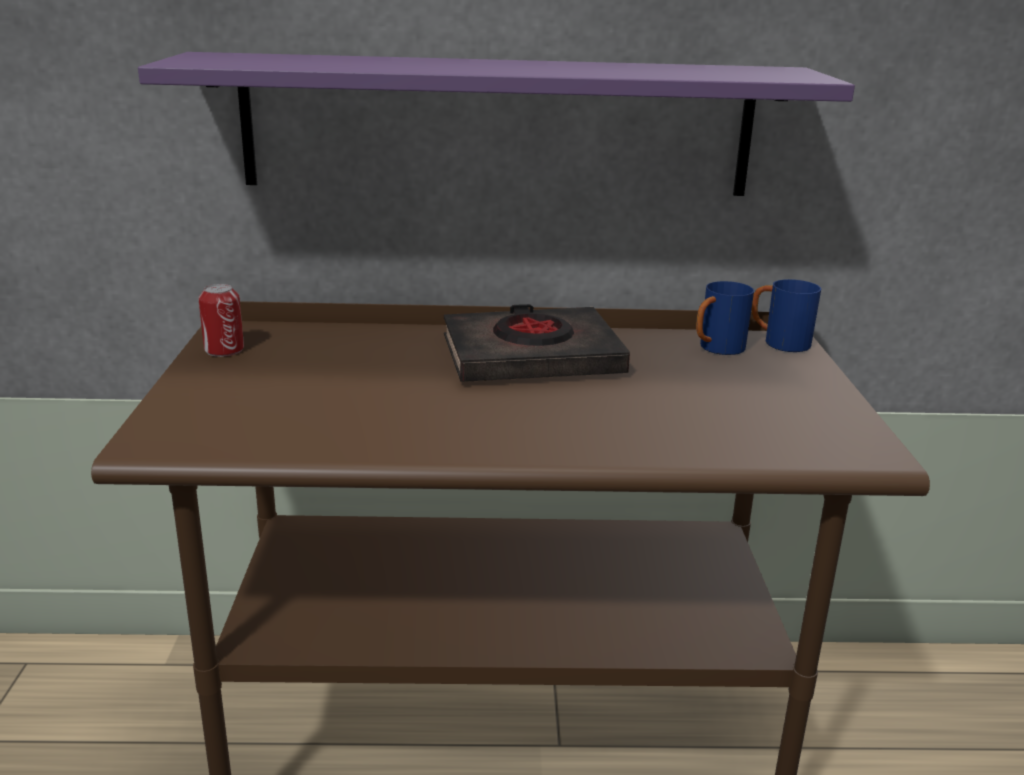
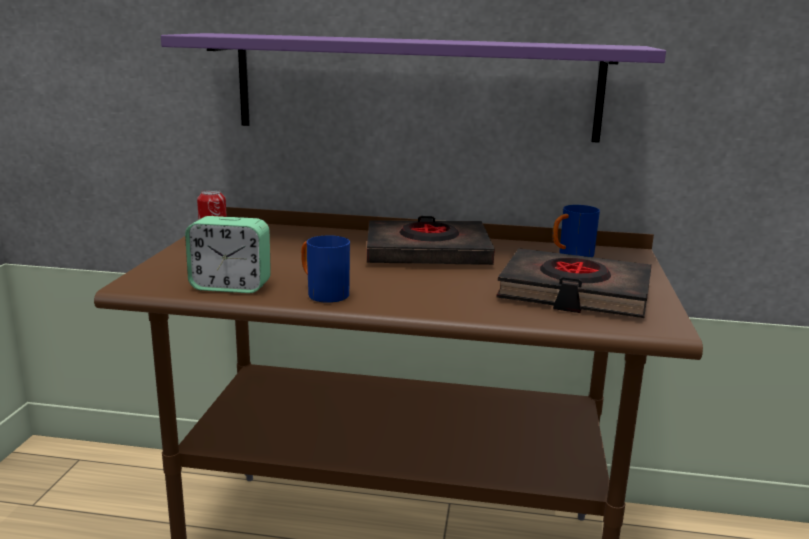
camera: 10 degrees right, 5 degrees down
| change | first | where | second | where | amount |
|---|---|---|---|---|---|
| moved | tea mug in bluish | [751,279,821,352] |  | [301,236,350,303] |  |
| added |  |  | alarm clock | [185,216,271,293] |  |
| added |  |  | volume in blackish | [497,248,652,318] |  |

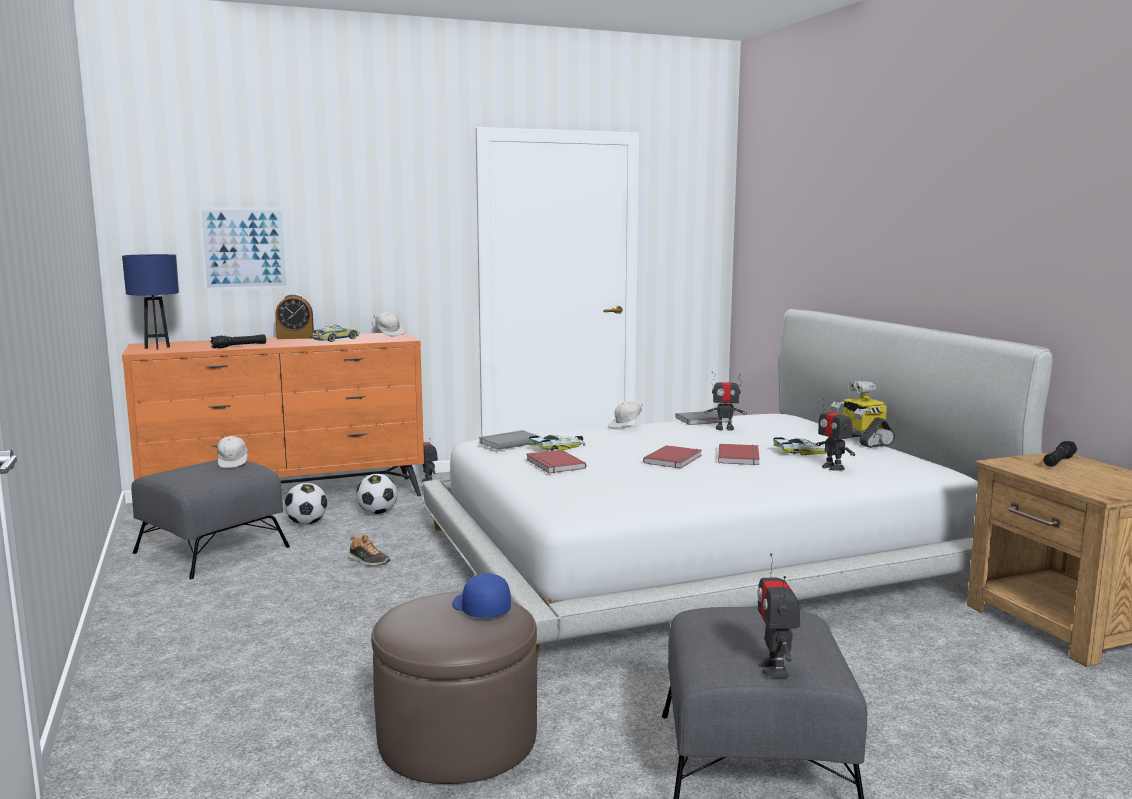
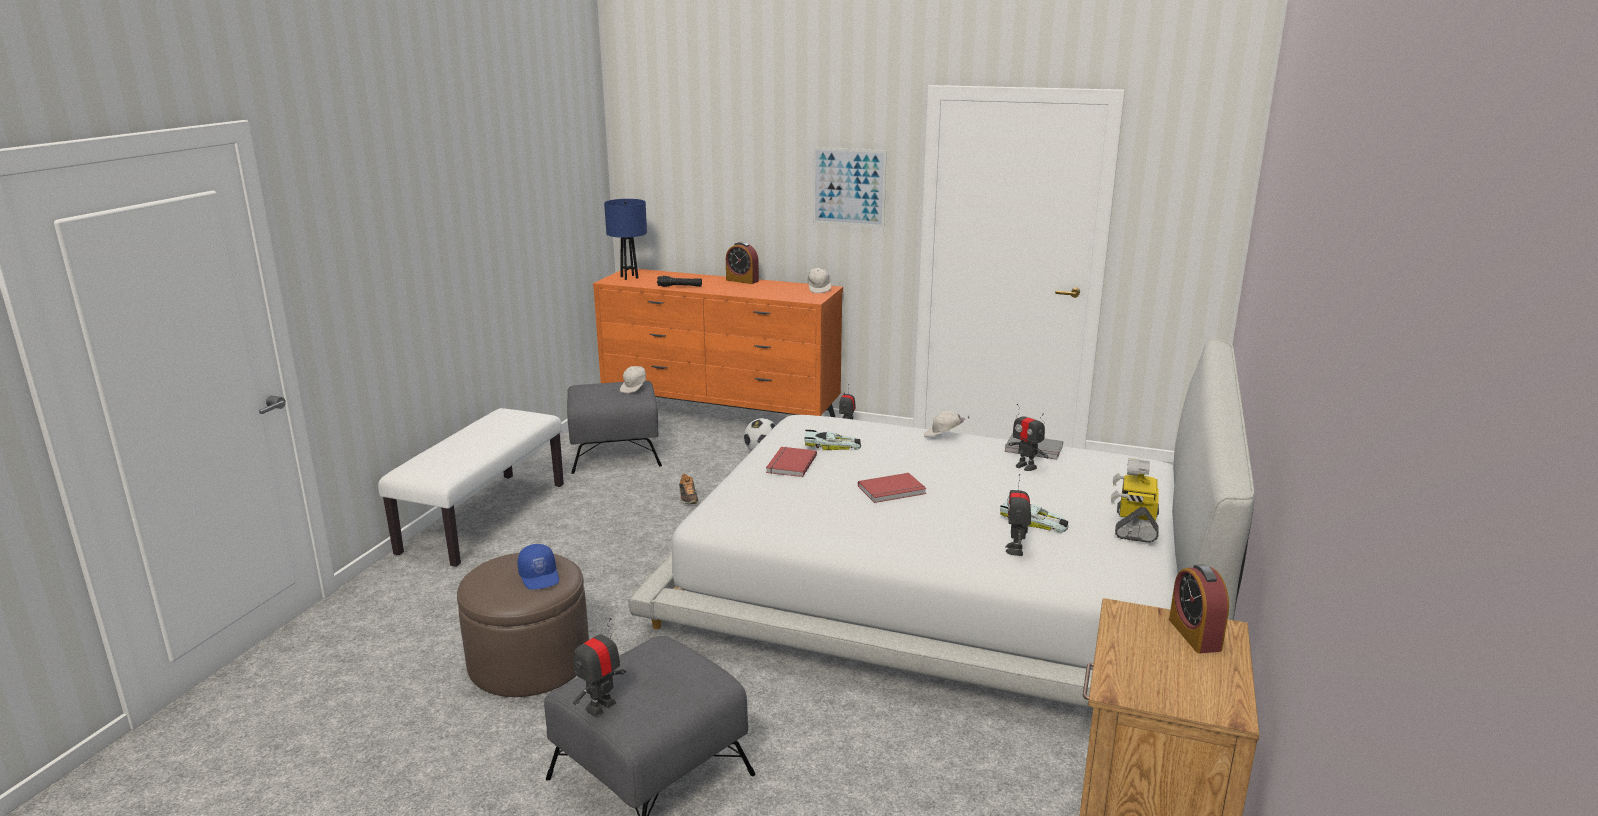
camera: 40 degrees right, 10 degrees up
| change | first | where | second | where | amount |
|---|---|---|---|---|---|
| moved | wall picture | [198,207,289,290] |  | [813,147,887,227] |  |
| removed | miniature car | [311,325,360,342] |  |  |  |
| removed | volume in gray | [479,430,541,450] |  |  |  |
| replaced | hand torch in blackish | [1043,441,1077,467] | alarm clock | [1169,564,1229,653] |  |
| removed | volume in red | [718,444,760,465] |  |  |  |
| removed | football ball | [284,483,327,524] |  |  |  |
| turned | cap in bluish | [452,573,511,618] |  | [517,544,559,590] | 150 degrees clockwise |
| added |  |  | long seat in whitish | [378,408,564,567] |  |

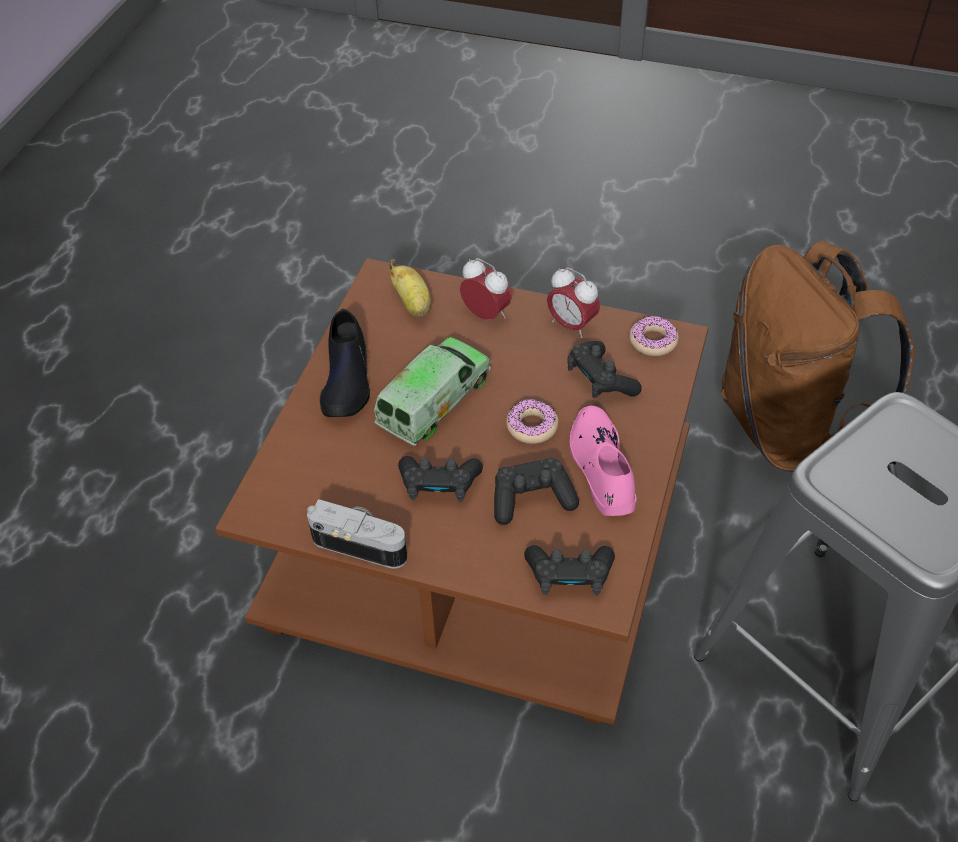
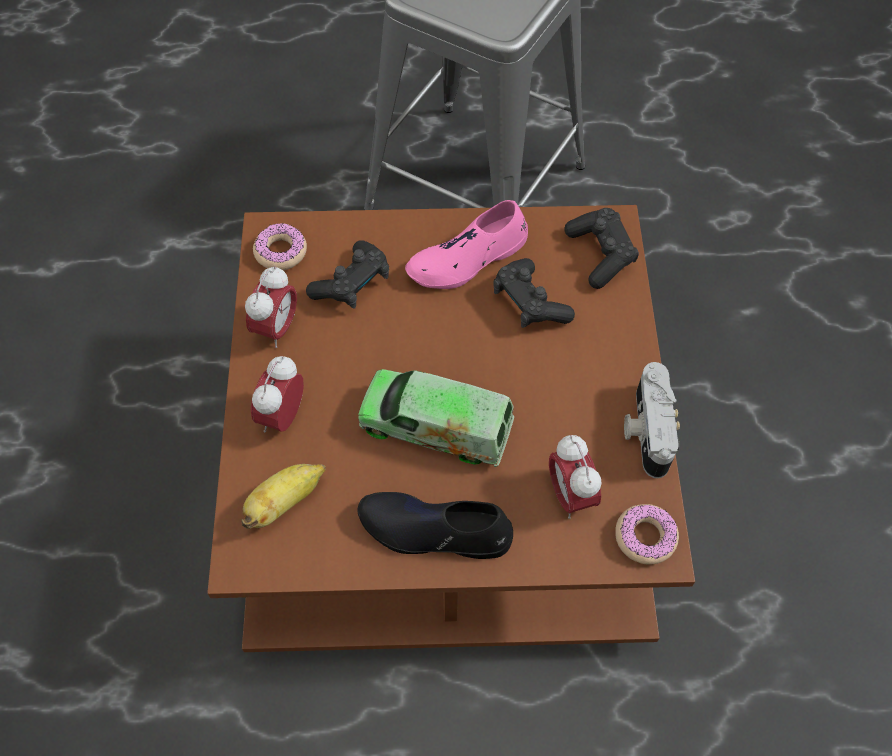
camera: 110 degrees left, 10 degrees up
| change | first | where | second | where | amount |
|---|---|---|---|---|---|
| removed | backpack in brown | [721,241,914,472] |  |  |  |
| turned | item of footwear in blackish | [320,309,370,417] |  | [358,492,513,559] | 150 degrees counterclockwise |
| moved | doughnut | [506,399,559,444] |  | [615,504,679,565] |  |
| removed | gamepad in blackish | [398,456,483,502] |  |  |  |
| added |  |  | alarm clock | [549,435,602,519] |  |

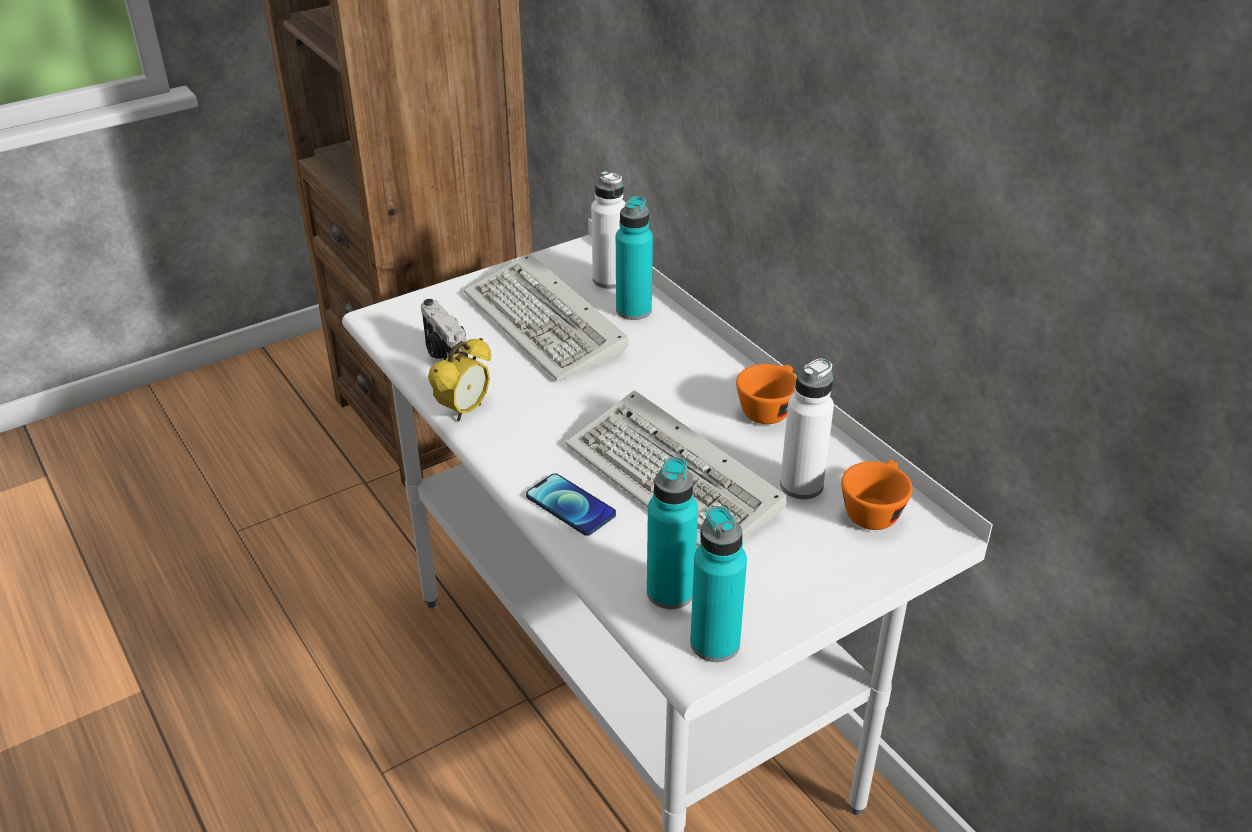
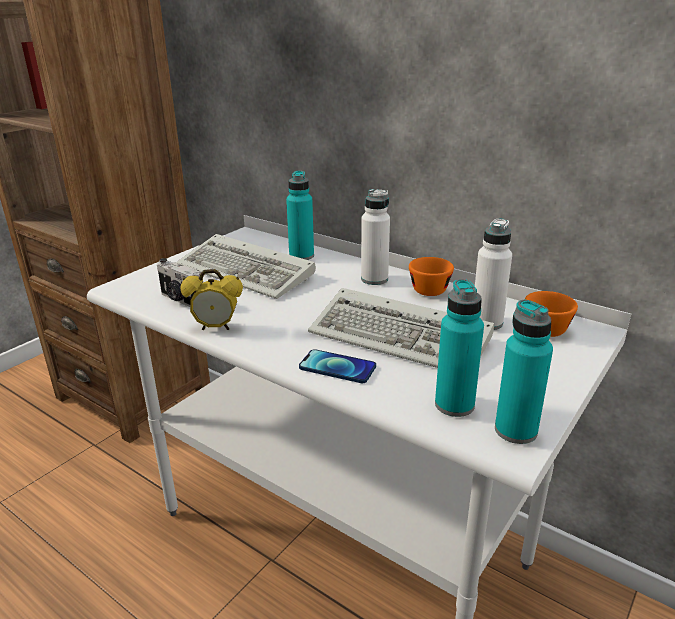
camera: 20 degrees left, 10 degrees down
| change | first | where | second | where | amount |
|---|---|---|---|---|---|
| moved | drink bottle in whitish | [591,171,626,289] |  | [361,189,390,285] |  |
| turned | alarm clock | [428,338,491,421] |  | [180,269,243,330] | 75 degrees clockwise |

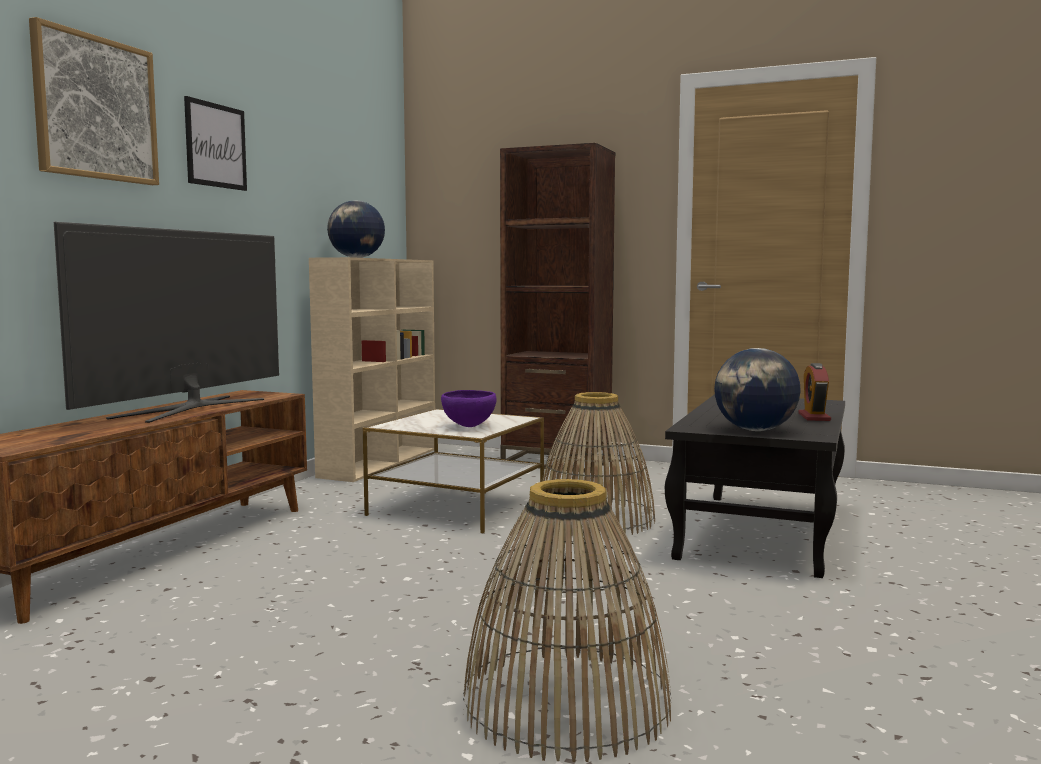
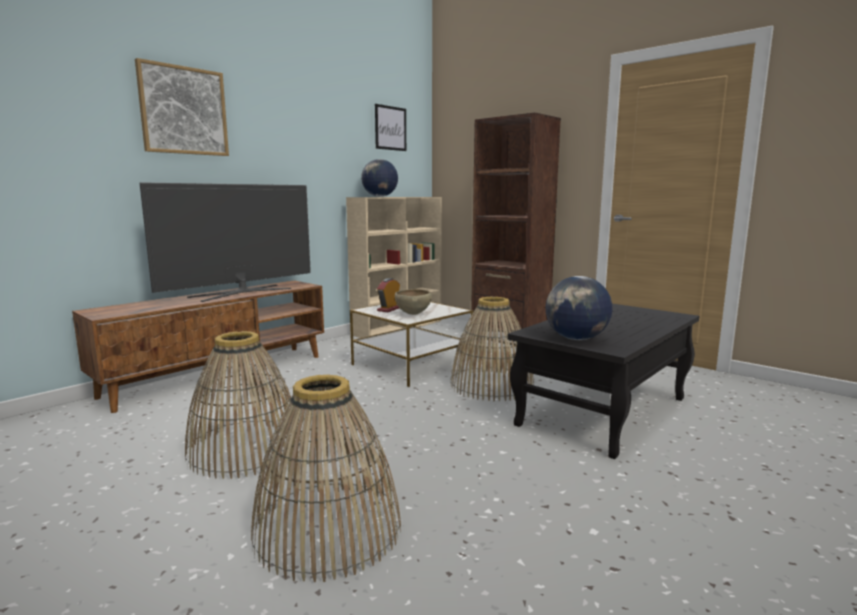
camera: 20 degrees right, 5 degrees up
| change | first | where | second | where | amount |
|---|---|---|---|---|---|
| moved | wall picture | [184,96,247,191] |  | [375,104,406,151] |  |
| moved | alarm clock | [798,363,831,421] |  | [377,278,400,312] |  |
| recoloured | bowl in purplish | [441,390,497,427] | bowl in brown | [395,289,432,315] |  |
| added |  |  | household basket | [185,331,301,479] |  |

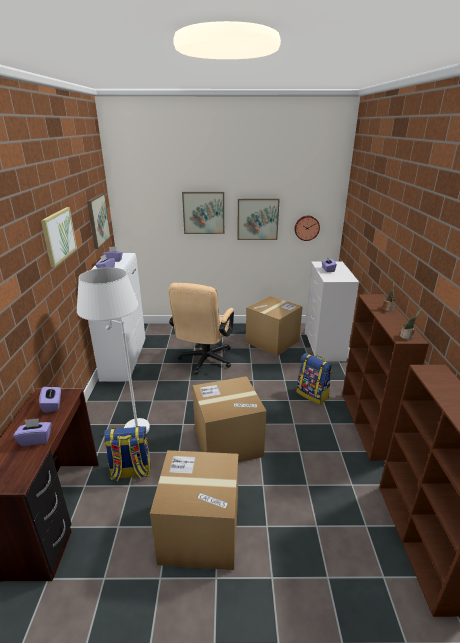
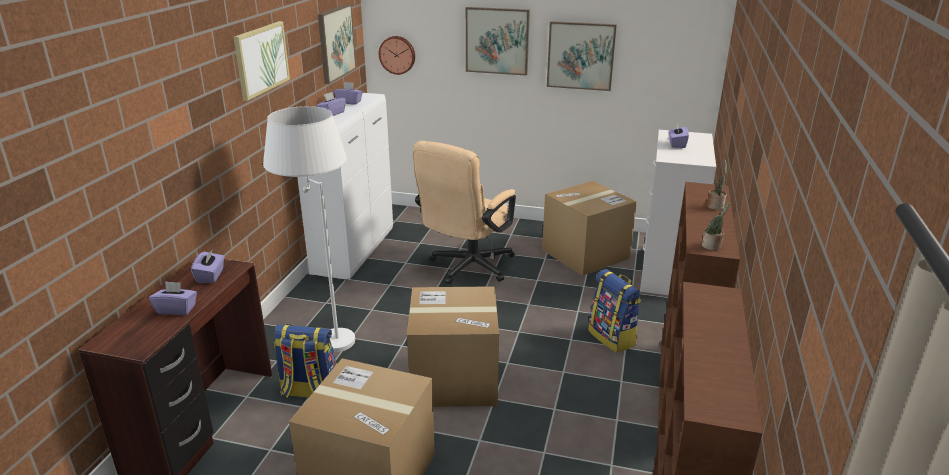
camera: 15 degrees right, 0 degrees up
| change | first | where | second | where | amount |
|---|---|---|---|---|---|
| moved | clock on the wall | [295,216,320,241] |  | [379,36,415,75] |  |

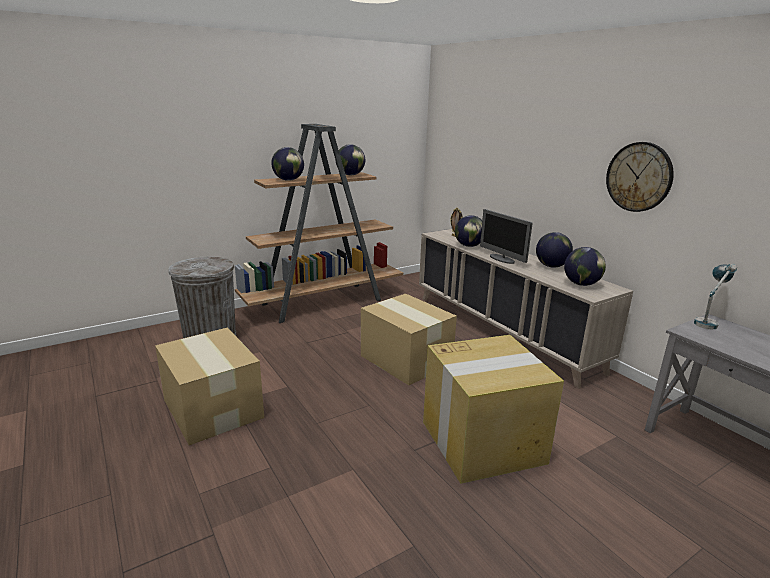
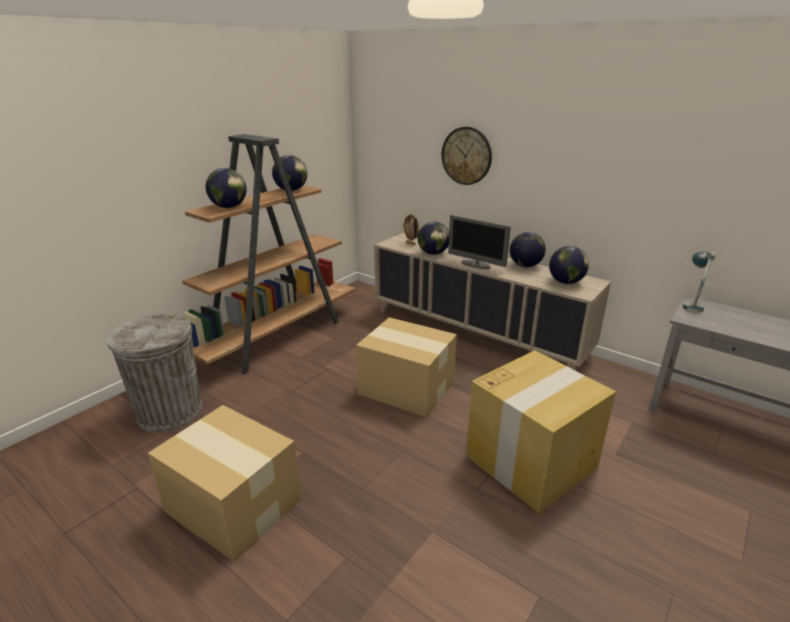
camera: 20 degrees left, 5 degrees up
| change | first | where | second | where | amount |
|---|---|---|---|---|---|
| moved | clock on the wall | [606,142,674,212] |  | [442,127,492,185] |  |

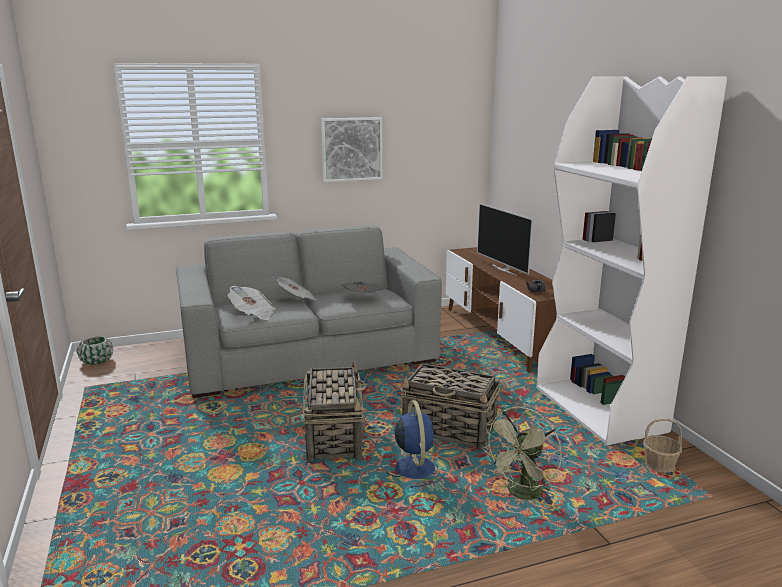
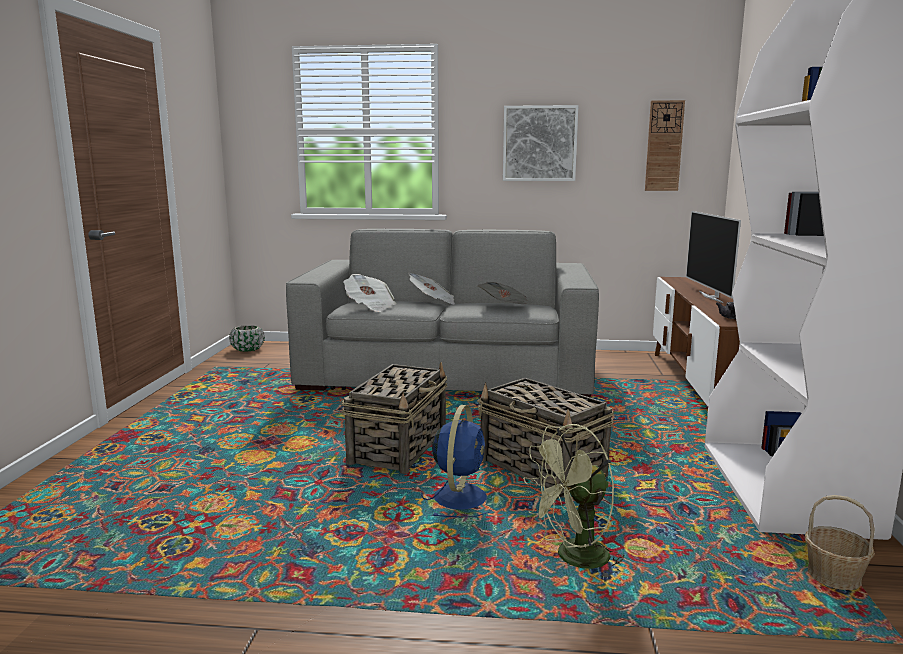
camera: 25 degrees right, 5 degrees down
| change | first | where | second | where | amount |
|---|---|---|---|---|---|
| added |  |  | clock on the wall | [645,100,685,191] |  |

